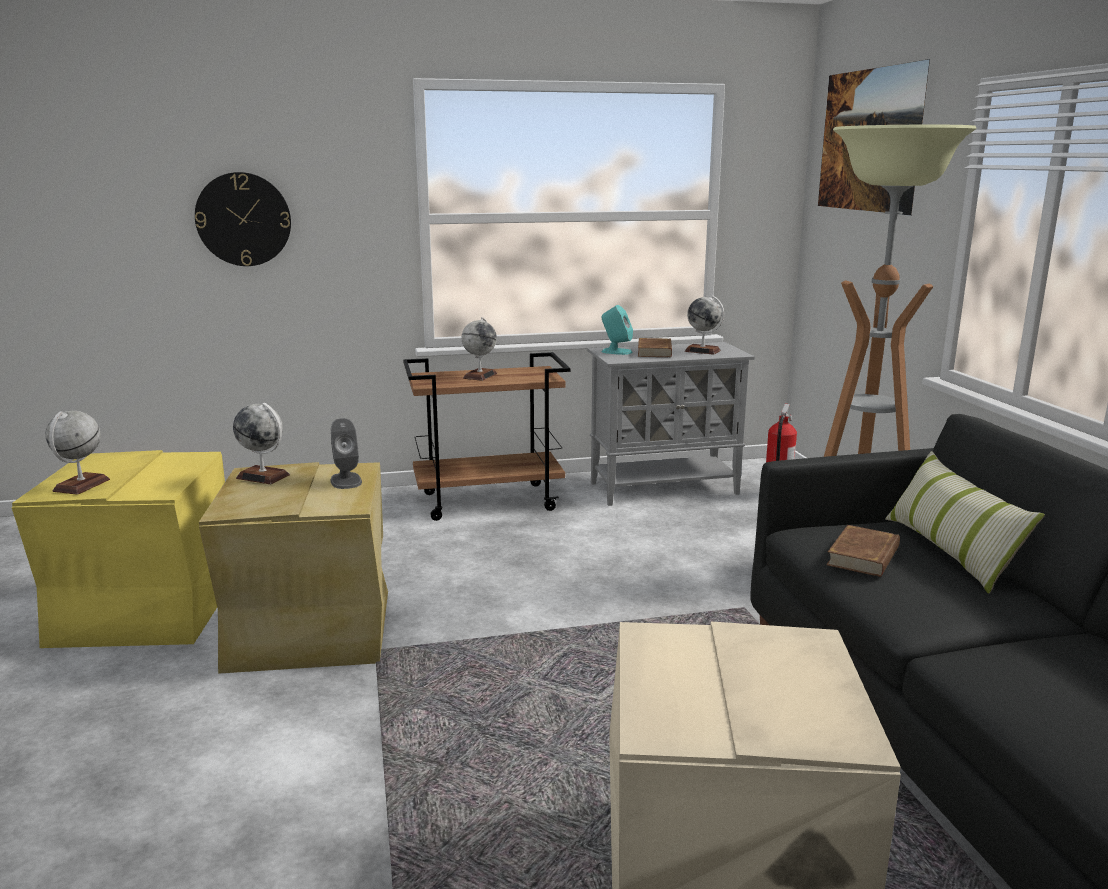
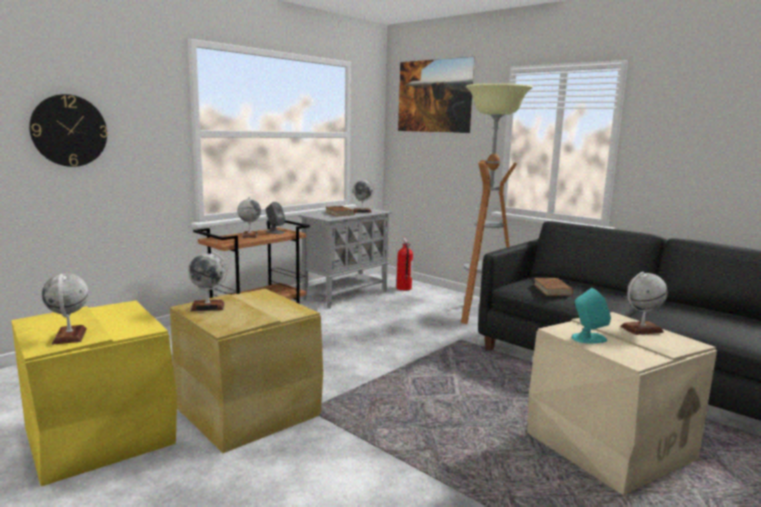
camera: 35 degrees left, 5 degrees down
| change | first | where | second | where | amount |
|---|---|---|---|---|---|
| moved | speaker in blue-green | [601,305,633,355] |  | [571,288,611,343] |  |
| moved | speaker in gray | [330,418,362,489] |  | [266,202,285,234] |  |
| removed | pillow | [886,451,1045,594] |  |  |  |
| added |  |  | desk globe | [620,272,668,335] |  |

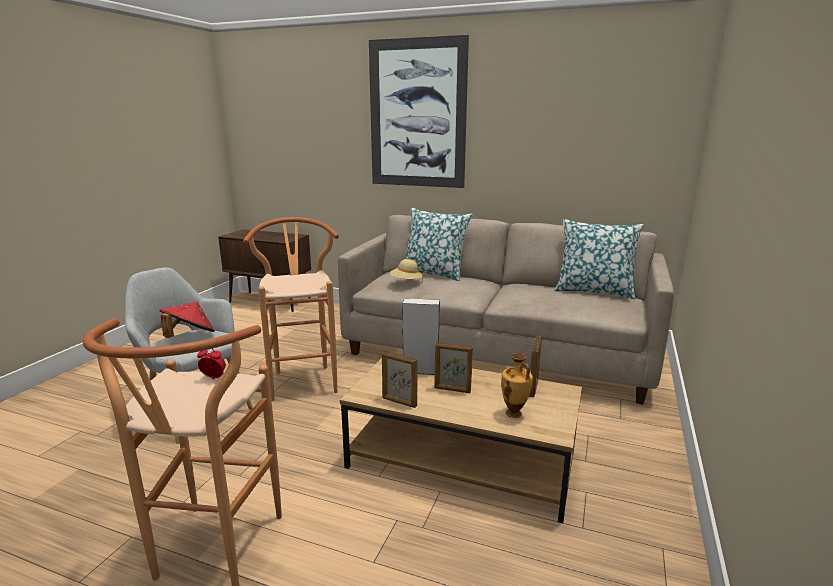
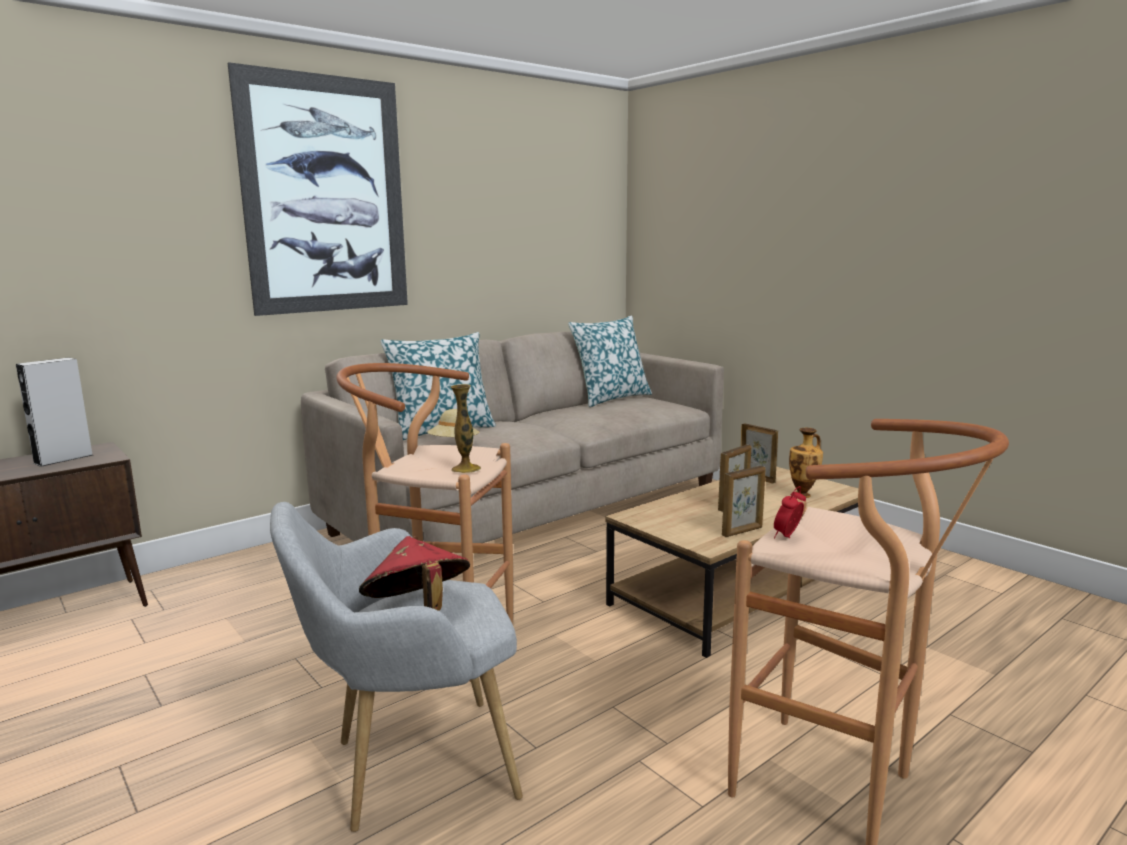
camera: 60 degrees left, 5 degrees down
| change | first | where | second | where | amount |
|---|---|---|---|---|---|
| moved | speaker in gray | [402,299,440,375] |  | [16,357,92,467] |  |
| added |  |  | vase | [450,384,481,473] |  |

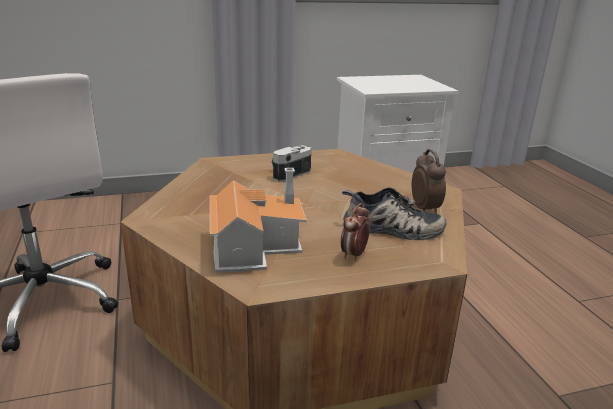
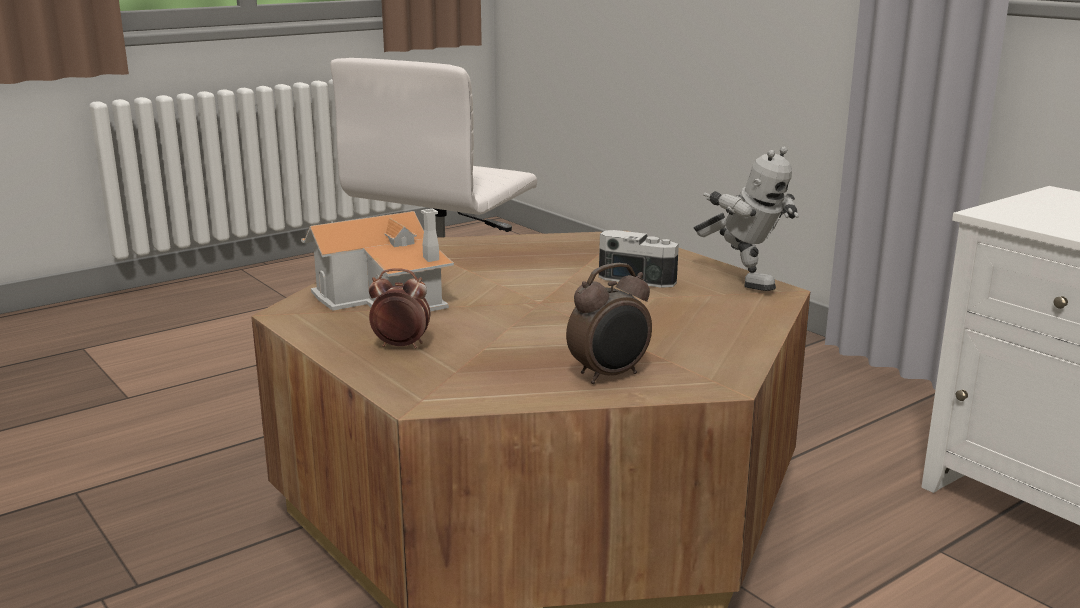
camera: 70 degrees right, 5 degrees down
| change | first | where | second | where | amount |
|---|---|---|---|---|---|
| removed | item of footwear | [342,187,447,240] |  |  |  |
| added |  |  | robot figure | [694,147,799,291] |  |

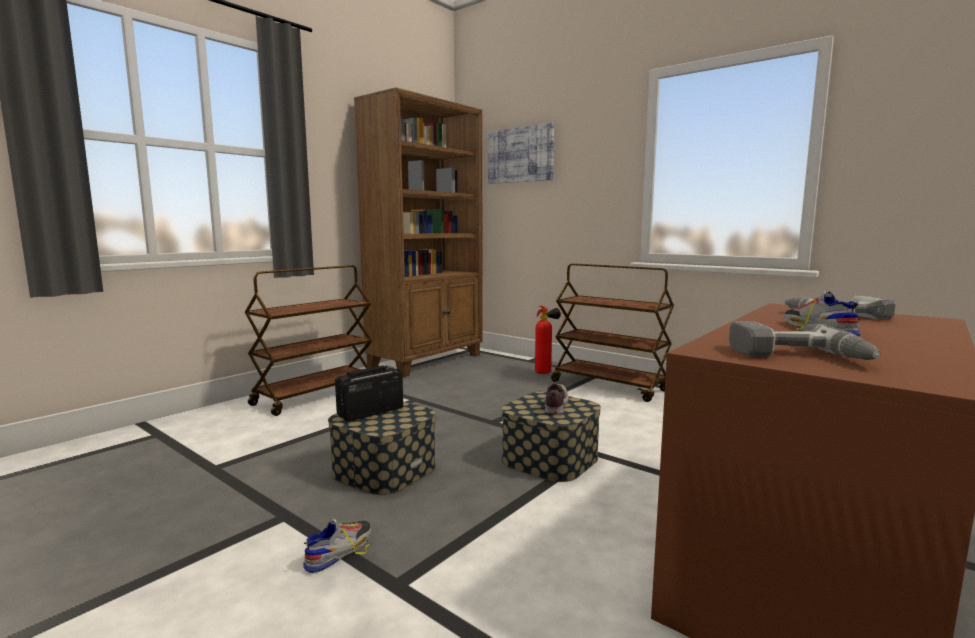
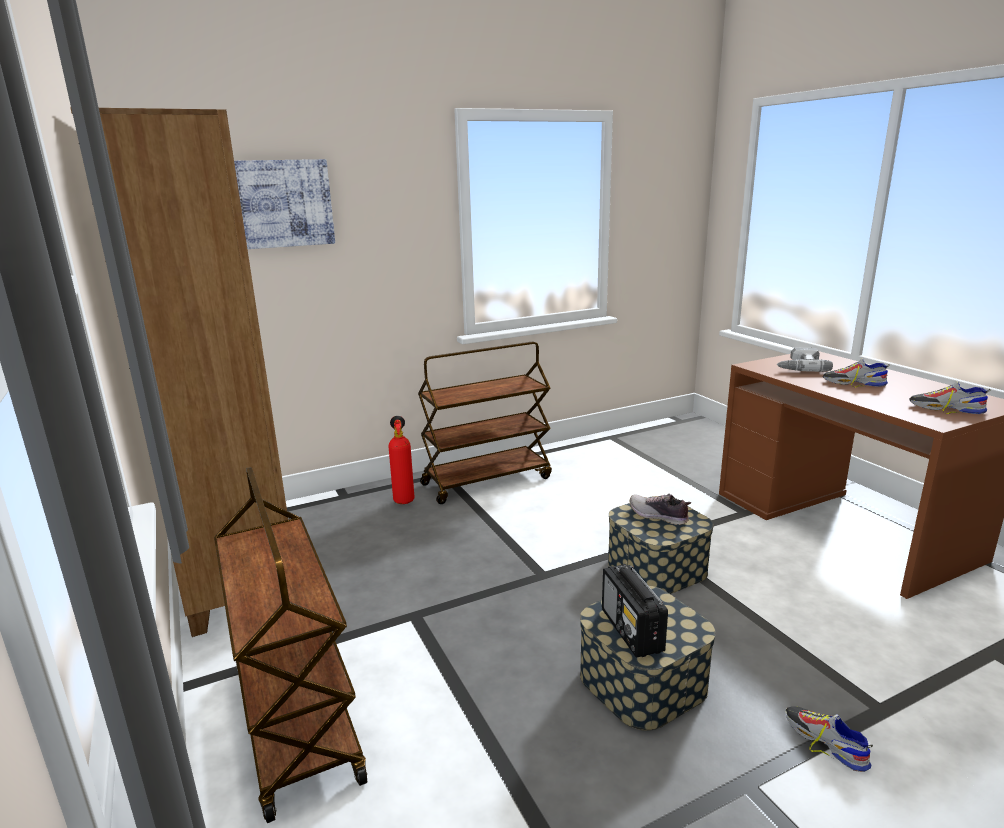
camera: 65 degrees left, 10 degrees up
| change | first | where | second | where | amount |
|---|---|---|---|---|---|
| replaced | electric drill | [729,321,881,360] | item of footwear | [909,381,991,414] |  |

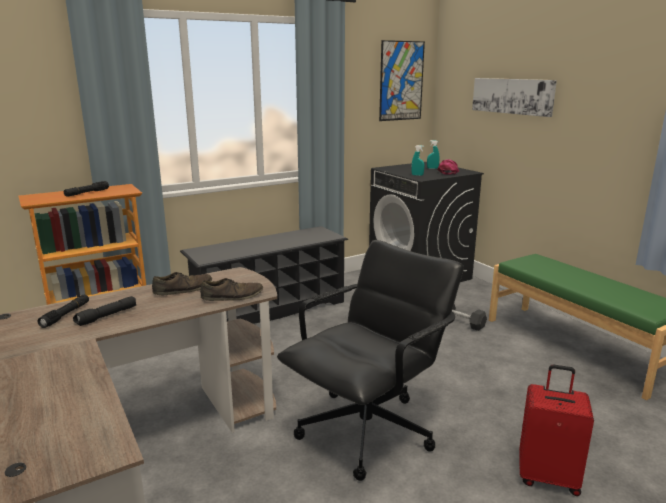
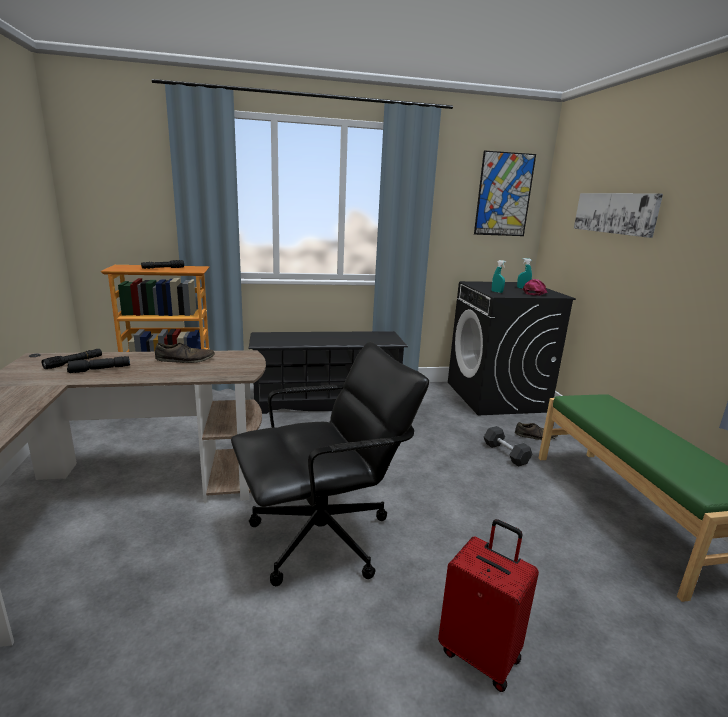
camera: 20 degrees right, 0 degrees up
| change | first | where | second | where | amount |
|---|---|---|---|---|---|
| moved | item of footwear in brown | [200,278,263,301] |  | [515,422,558,440] |  |

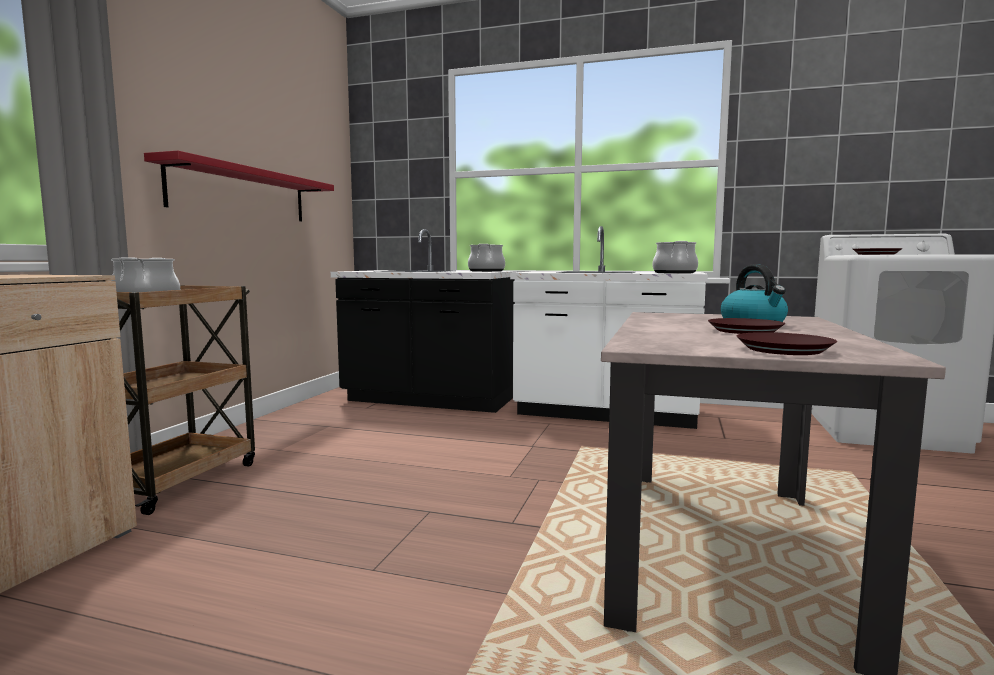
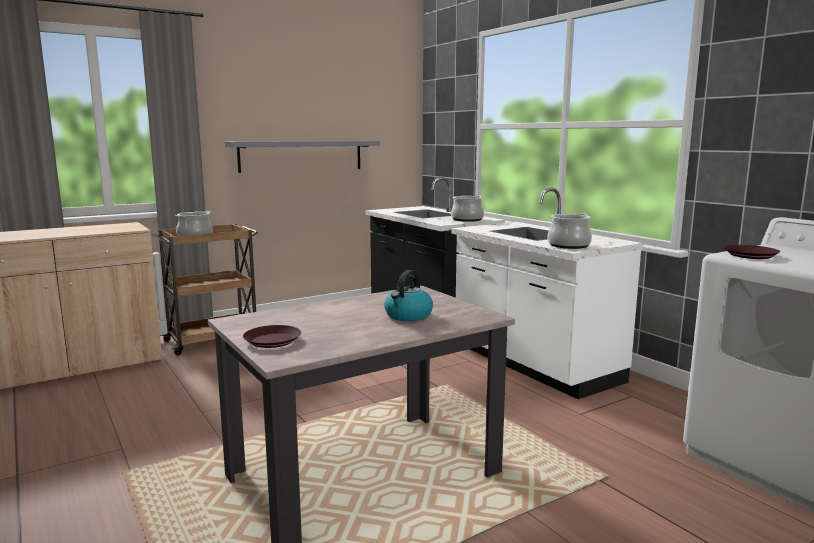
camera: 40 degrees right, 5 degrees up
| change | first | where | second | where | amount |
|---|---|---|---|---|---|
| recoloured | wall shelf in red | [144,151,334,221] | wall shelf in gray | [225,141,380,173] |  |
| removed | flat dish in brown | [708,318,785,334] |  |  |  |

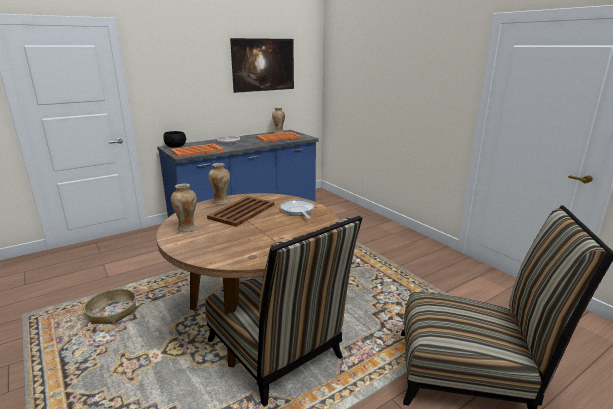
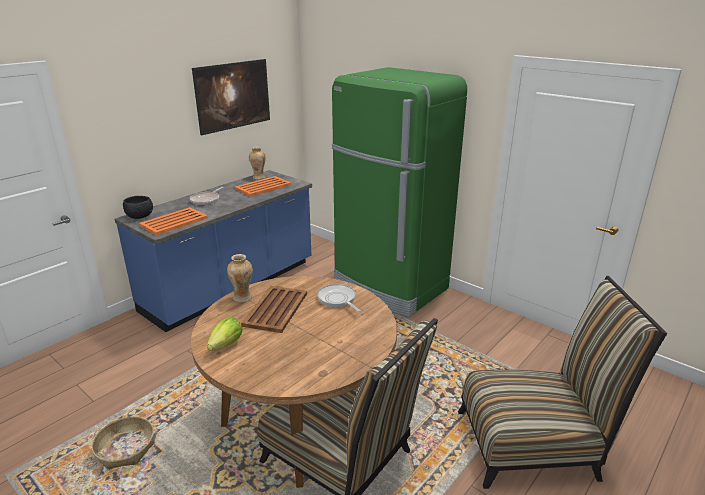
camera: 15 degrees left, 5 degrees up
| change | first | where | second | where | amount |
|---|---|---|---|---|---|
| replaced | vase | [171,184,197,232] | lettuce head | [207,317,243,351] |  |
| added |  |  | kitchen fridge in green | [332,67,467,317] |  |

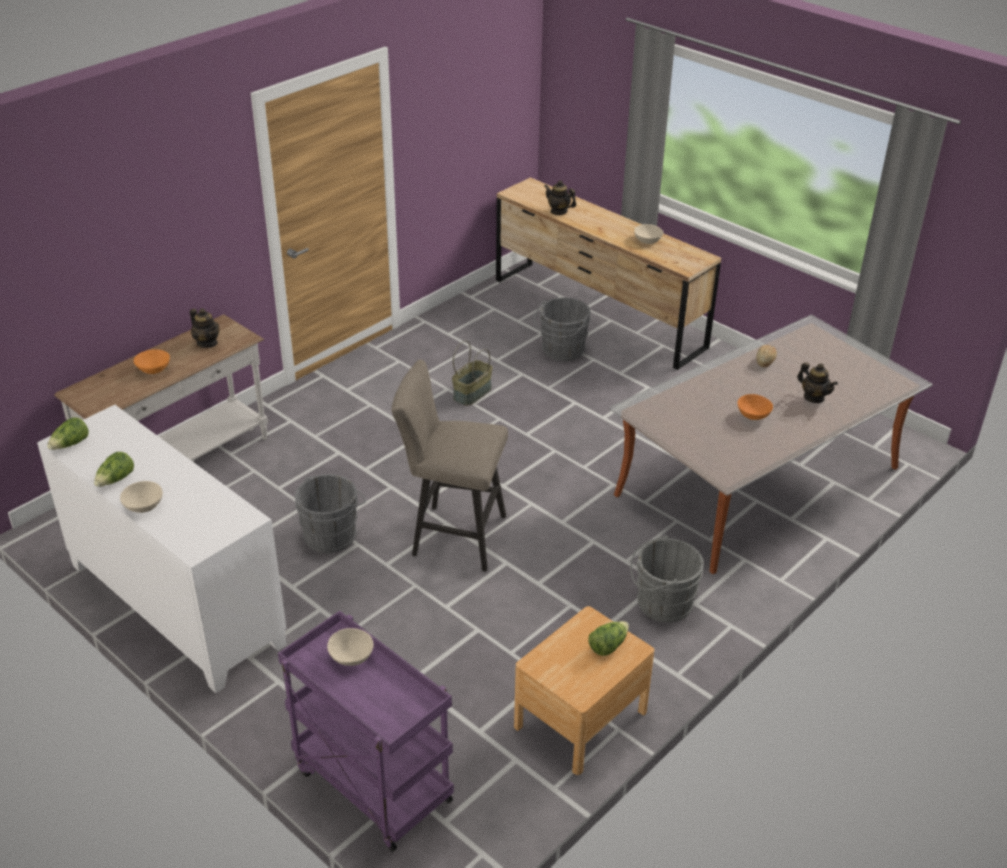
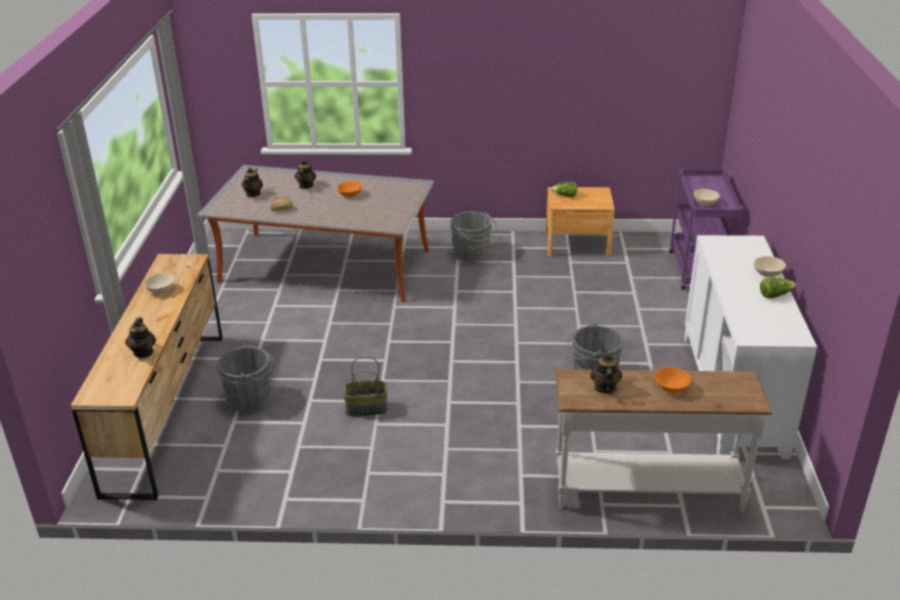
camera: 130 degrees left, 5 degrees down
| change | first | where | second | where | amount |
|---|---|---|---|---|---|
| removed | stool seat in beige-coloured | [391,359,508,572] |  |  |  |
| removed | lettuce head | [47,417,89,450] |  |  |  |
| added |  |  | tea pot | [242,167,263,197] |  |

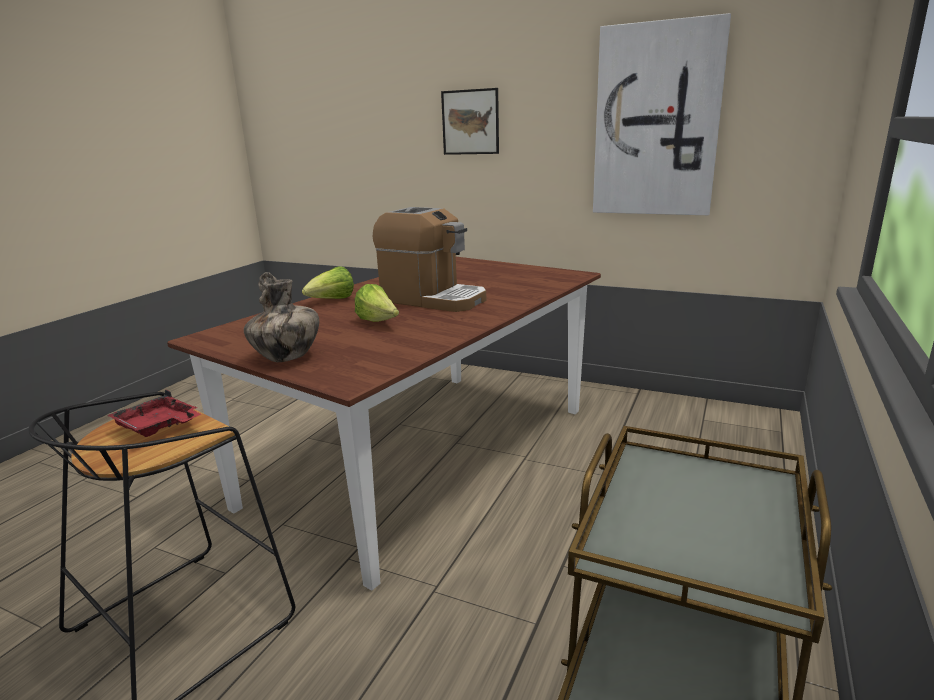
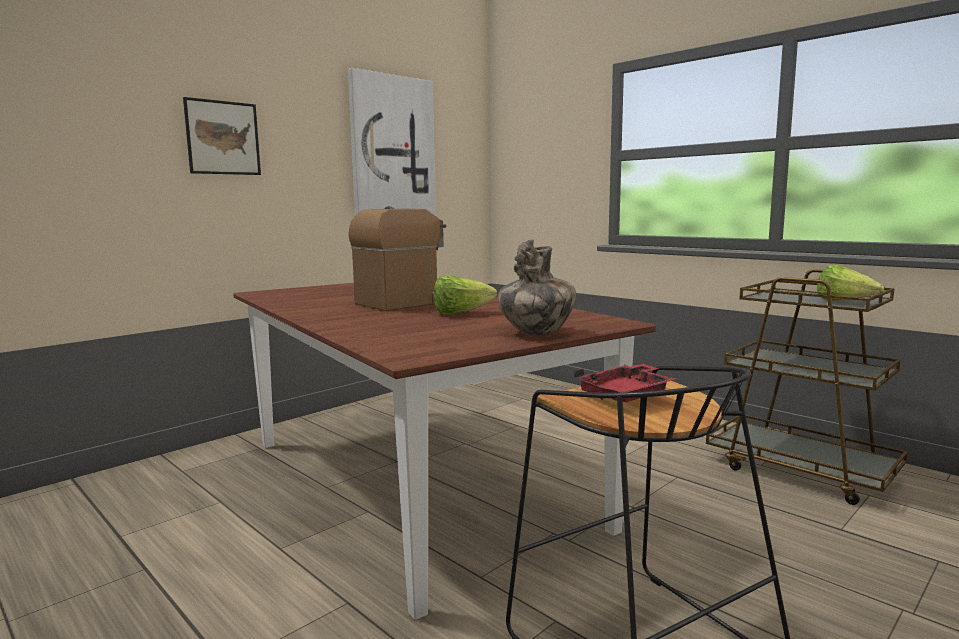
camera: 70 degrees left, 10 degrees down
| change | first | where | second | where | amount |
|---|---|---|---|---|---|
| moved | lettuce head | [302,267,354,299] |  | [817,265,884,301] |  |

